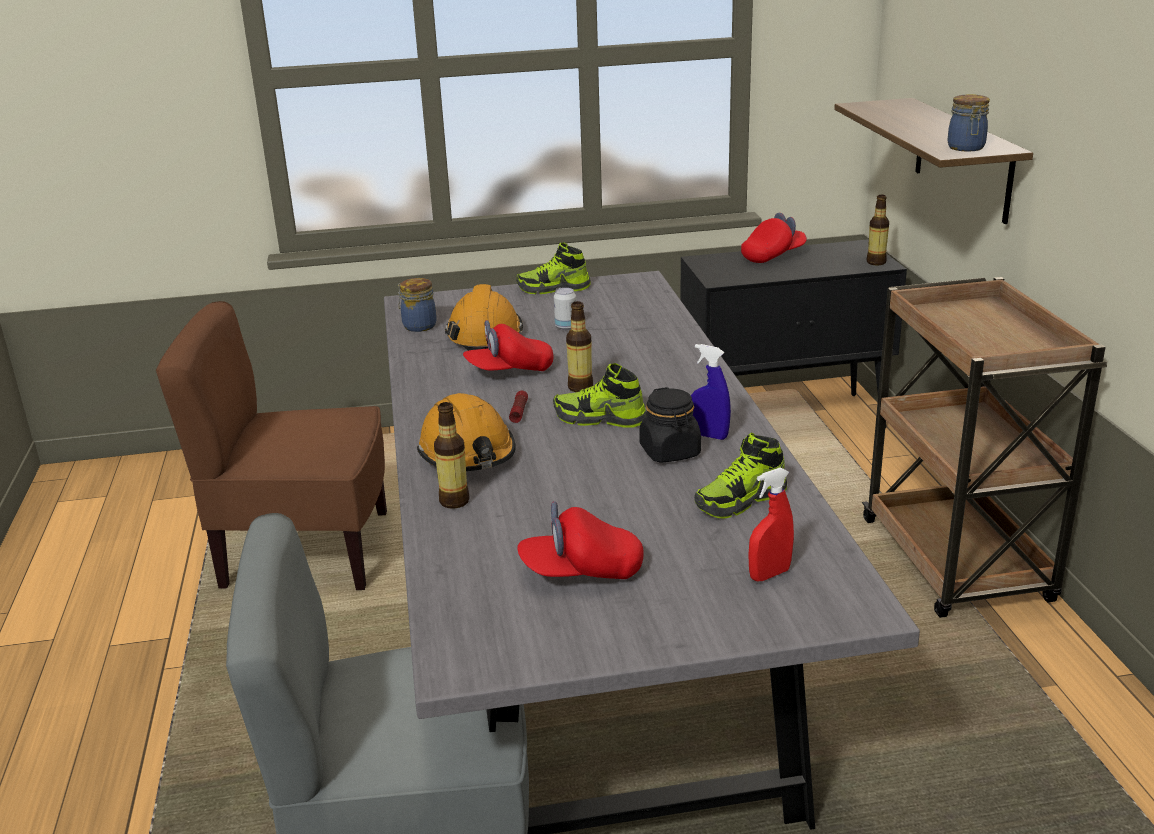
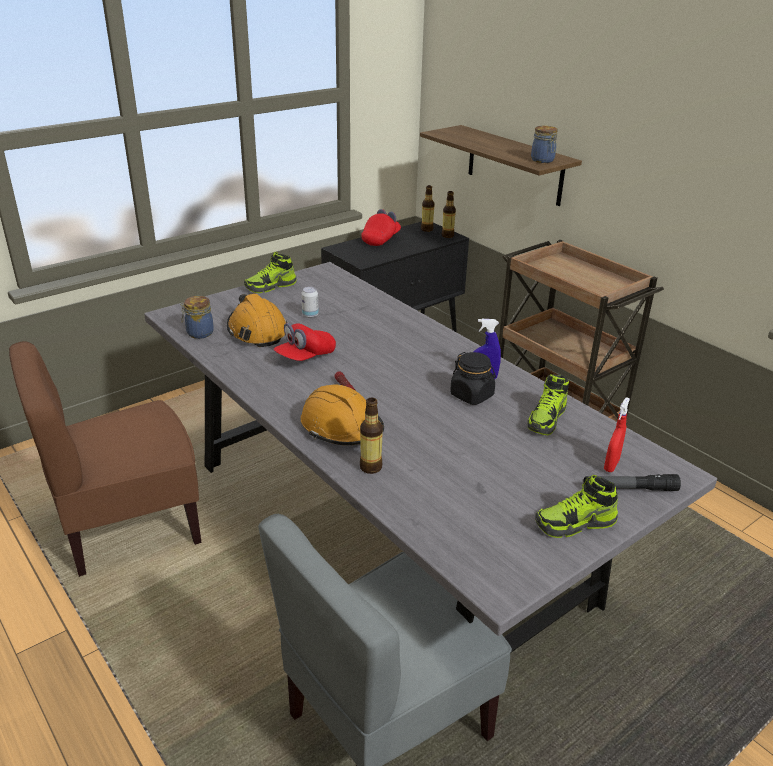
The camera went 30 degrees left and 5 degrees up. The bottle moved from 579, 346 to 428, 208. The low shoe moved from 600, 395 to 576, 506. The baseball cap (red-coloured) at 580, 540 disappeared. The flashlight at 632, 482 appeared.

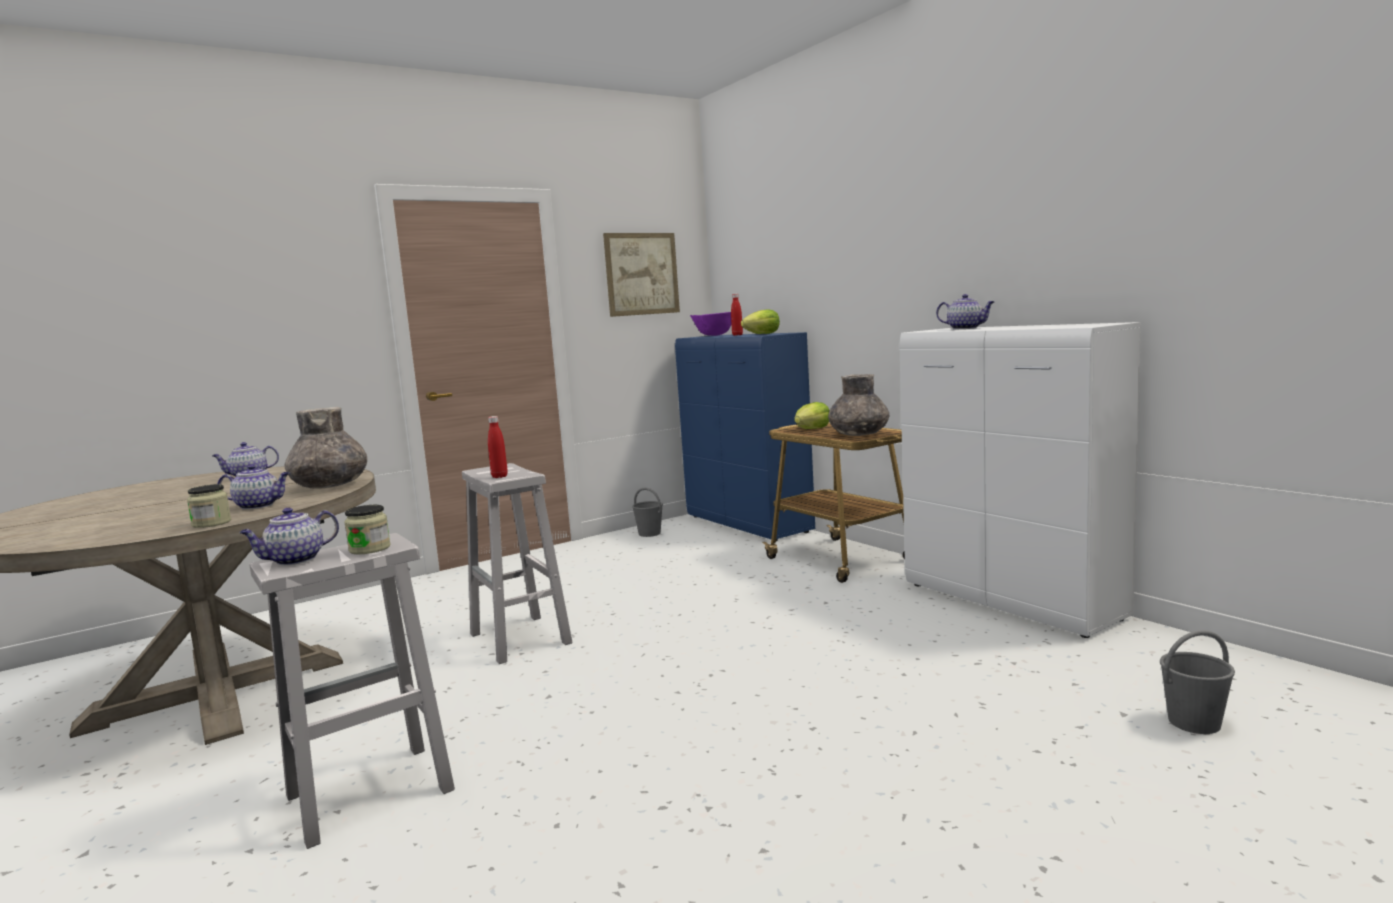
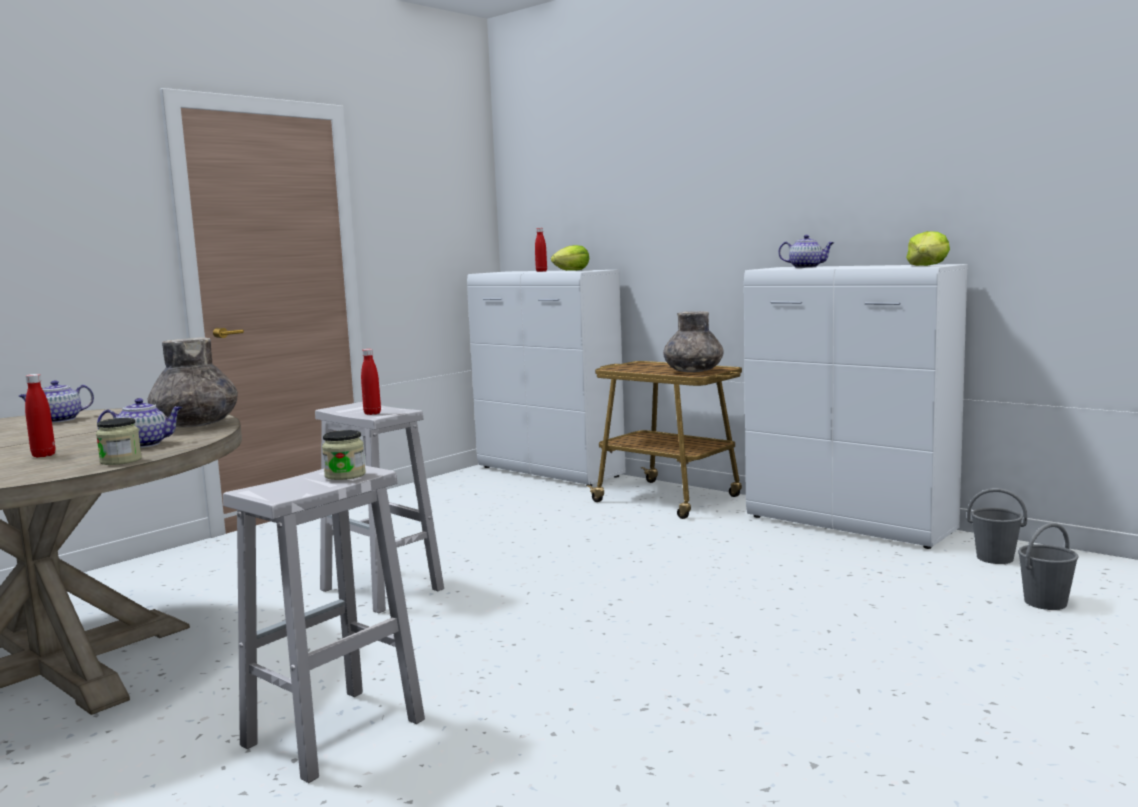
The camera went 15 degrees left and 0 degrees up. The wall picture at 641, 275 disappeared. The bowl (purplish) at 710, 324 disappeared. The storage cabinet (bluish) at 745, 436 became the storage cabinet (white-coloured) at 546, 378. The lettuce head moved from 812, 415 to 928, 248. The bucket (grey) moved from 647, 512 to 997, 526. The pot for tea at 289, 536 disappeared. The bottle (red-coloured) at 40, 415 appeared.

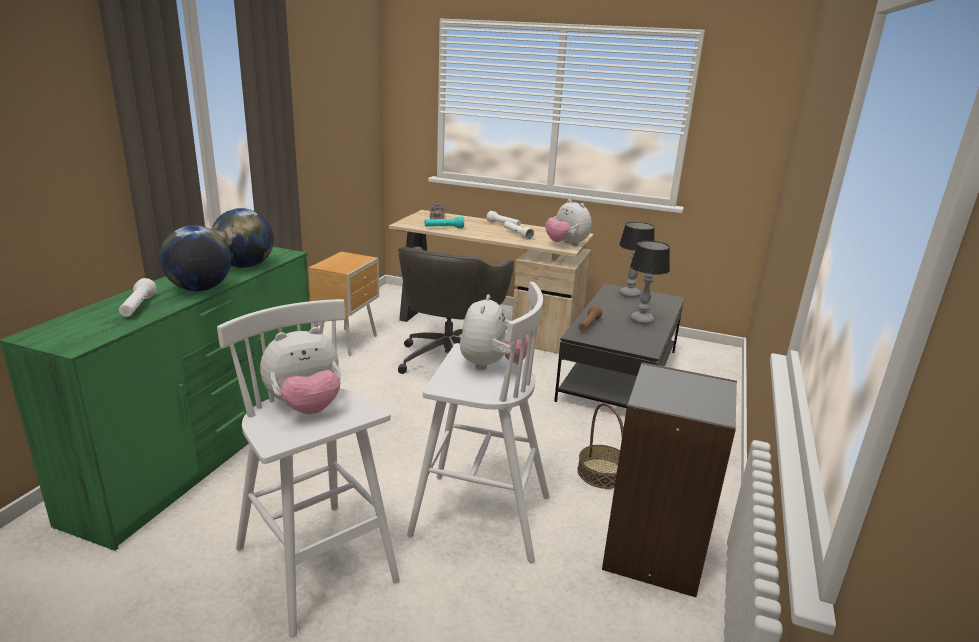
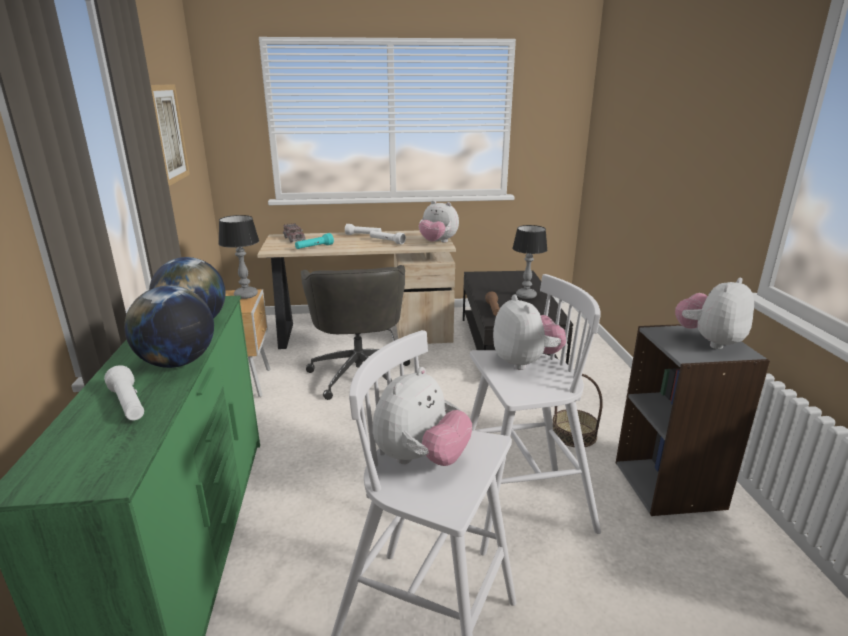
The camera went 25 degrees left and 0 degrees up. The lamp for a table moved from 637, 260 to 238, 257. The wall picture at 170, 135 appeared. The plush toy at 714, 313 appeared.

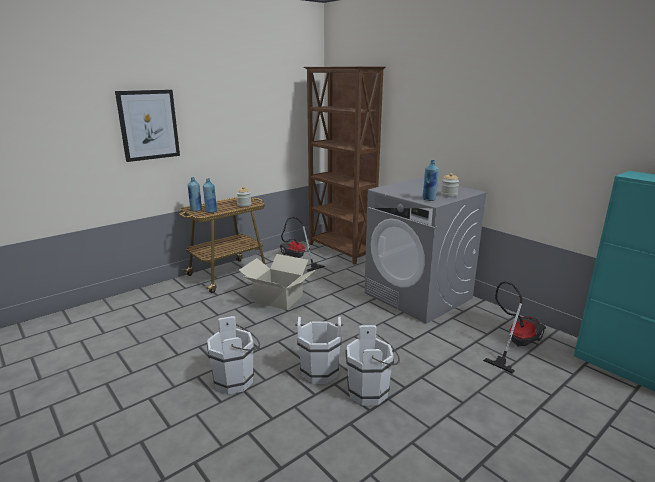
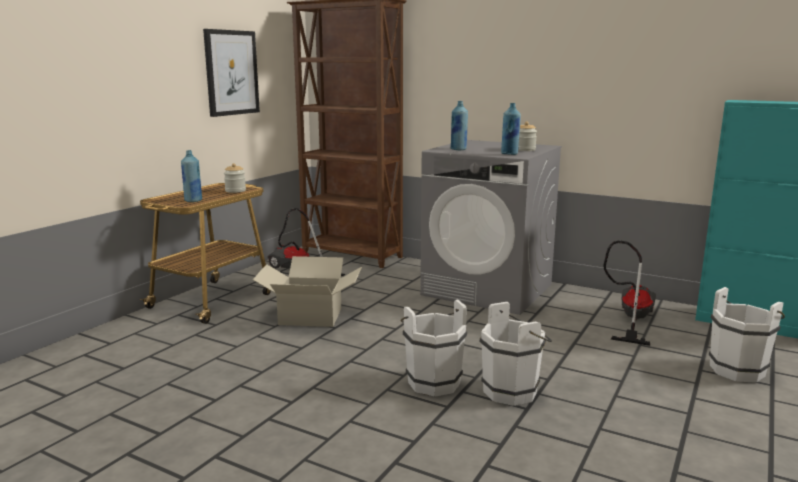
The camera went 20 degrees left and 5 degrees down. The wall picture moved from 147, 126 to 231, 73. The bottle (bluish) moved from 195, 194 to 459, 125. The bucket (white-coloured) moved from 233, 355 to 747, 334.

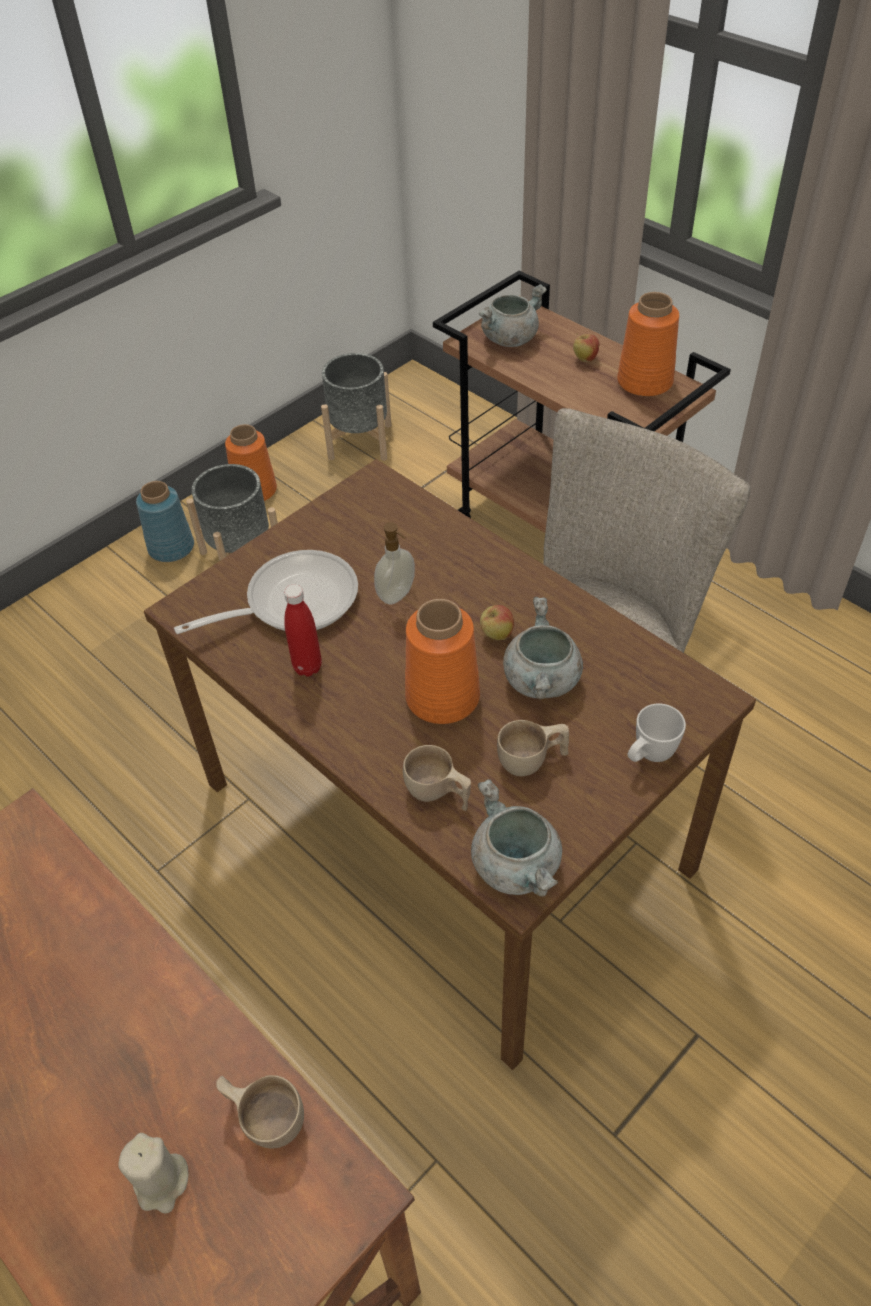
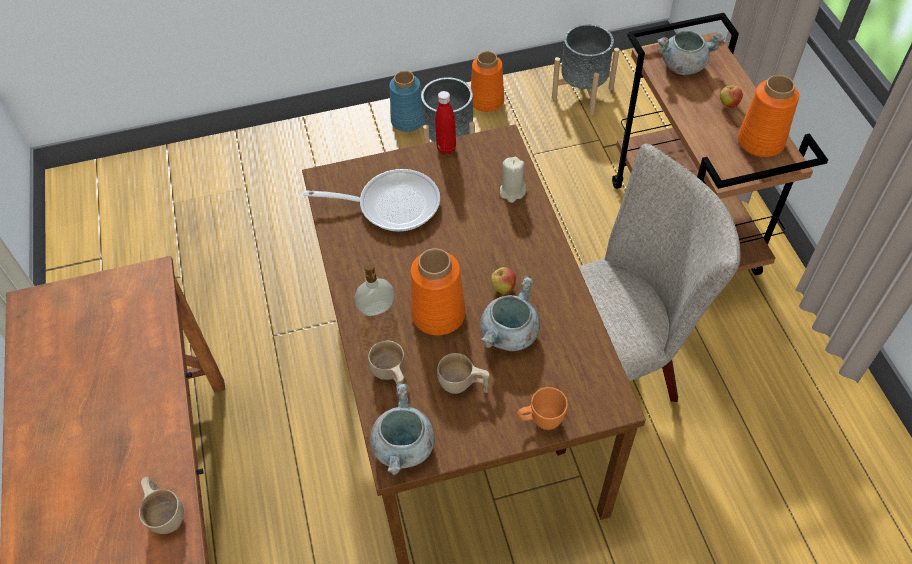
The camera went 30 degrees right and 5 degrees up. The soap bottle moved from 394, 563 to 374, 289. The bottle (red-coloured) moved from 303, 631 to 445, 123. The mug (white-coloured) at 657, 732 became the mug (orange-coloured) at 542, 408. The wax candle (sand-coloured) moved from 154, 1173 to 513, 180.

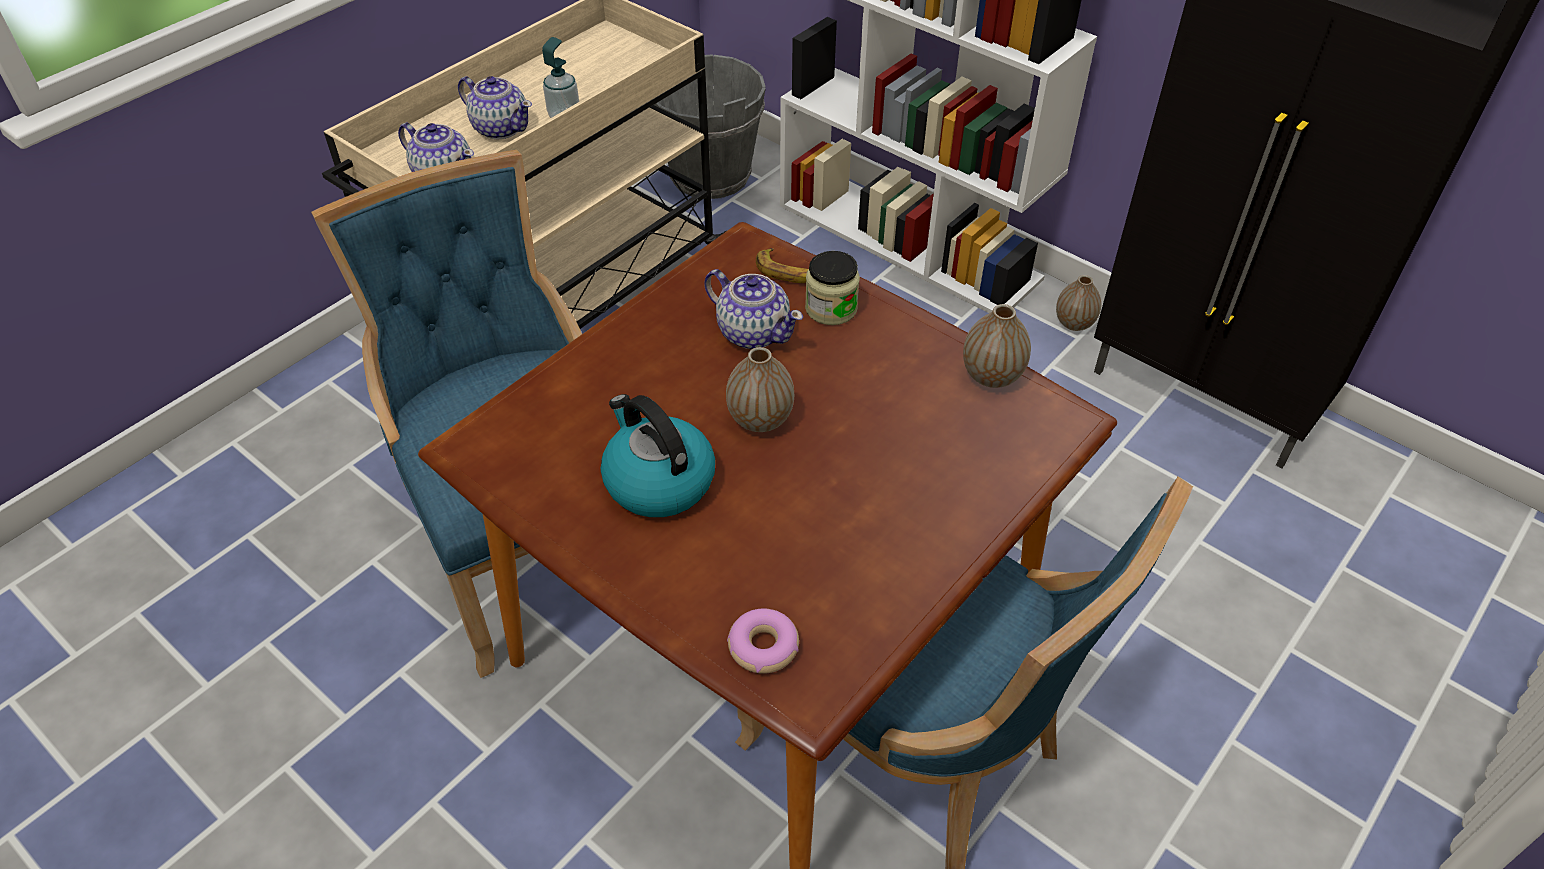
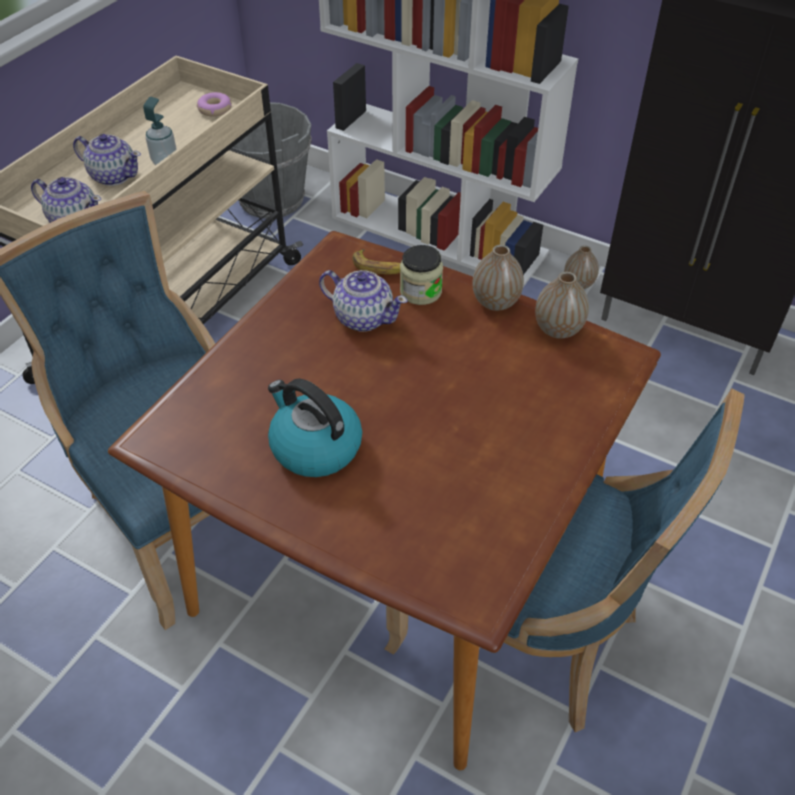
The camera went 10 degrees left and 0 degrees up. The decorative vase moved from 760, 389 to 498, 278. The doughnut moved from 763, 641 to 214, 104.

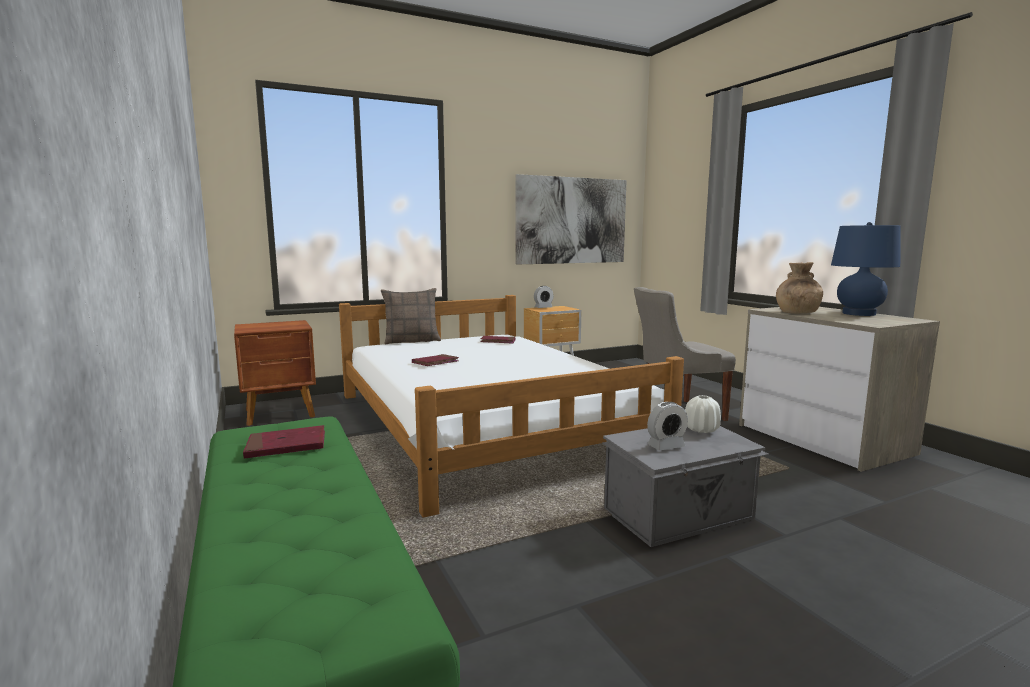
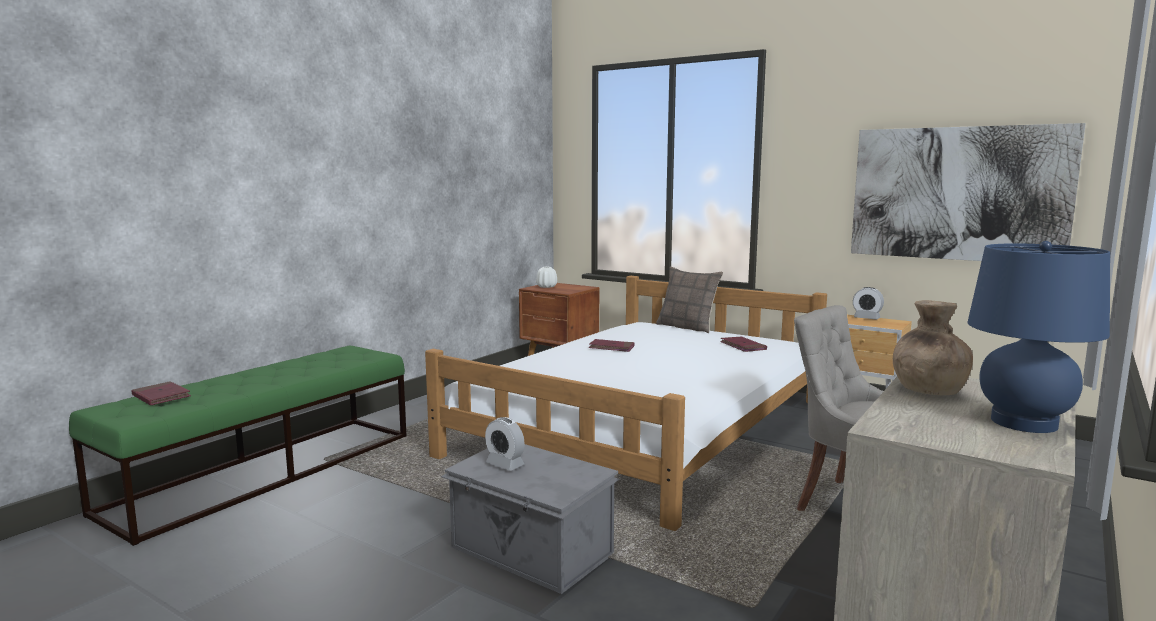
The camera went 60 degrees right and 0 degrees up. The decorative vase (white-coloured) moved from 703, 414 to 546, 277. The book (red-coloured) moved from 284, 442 to 161, 393.

